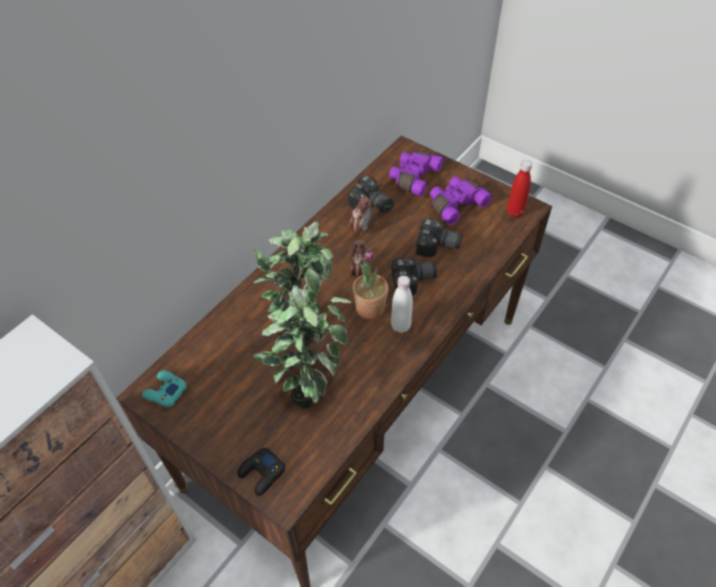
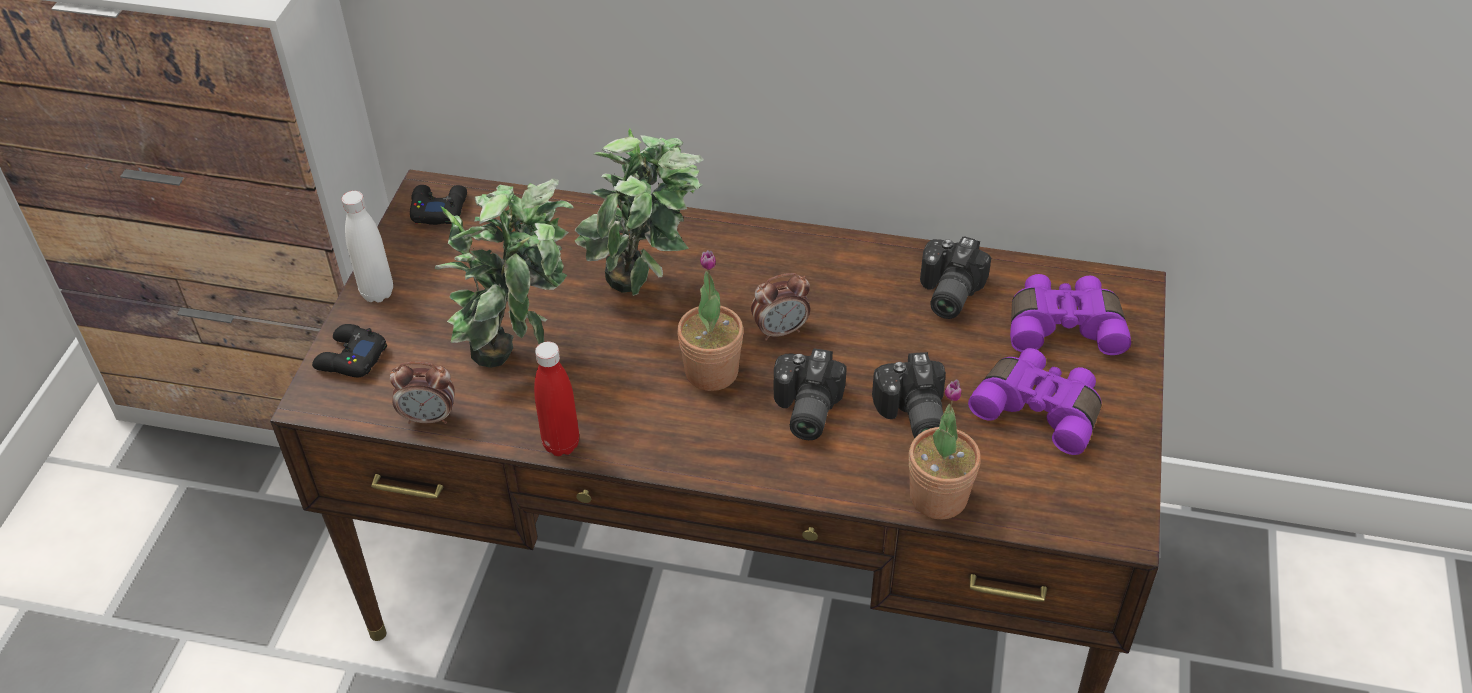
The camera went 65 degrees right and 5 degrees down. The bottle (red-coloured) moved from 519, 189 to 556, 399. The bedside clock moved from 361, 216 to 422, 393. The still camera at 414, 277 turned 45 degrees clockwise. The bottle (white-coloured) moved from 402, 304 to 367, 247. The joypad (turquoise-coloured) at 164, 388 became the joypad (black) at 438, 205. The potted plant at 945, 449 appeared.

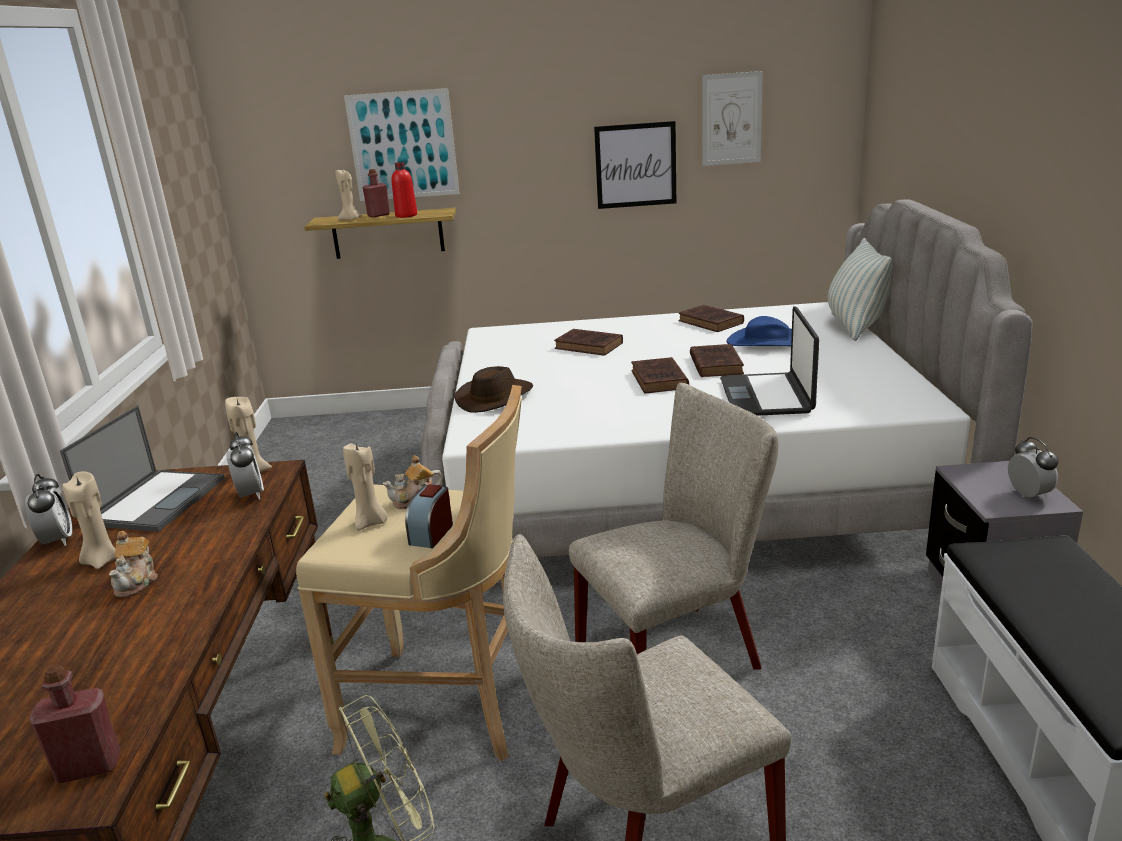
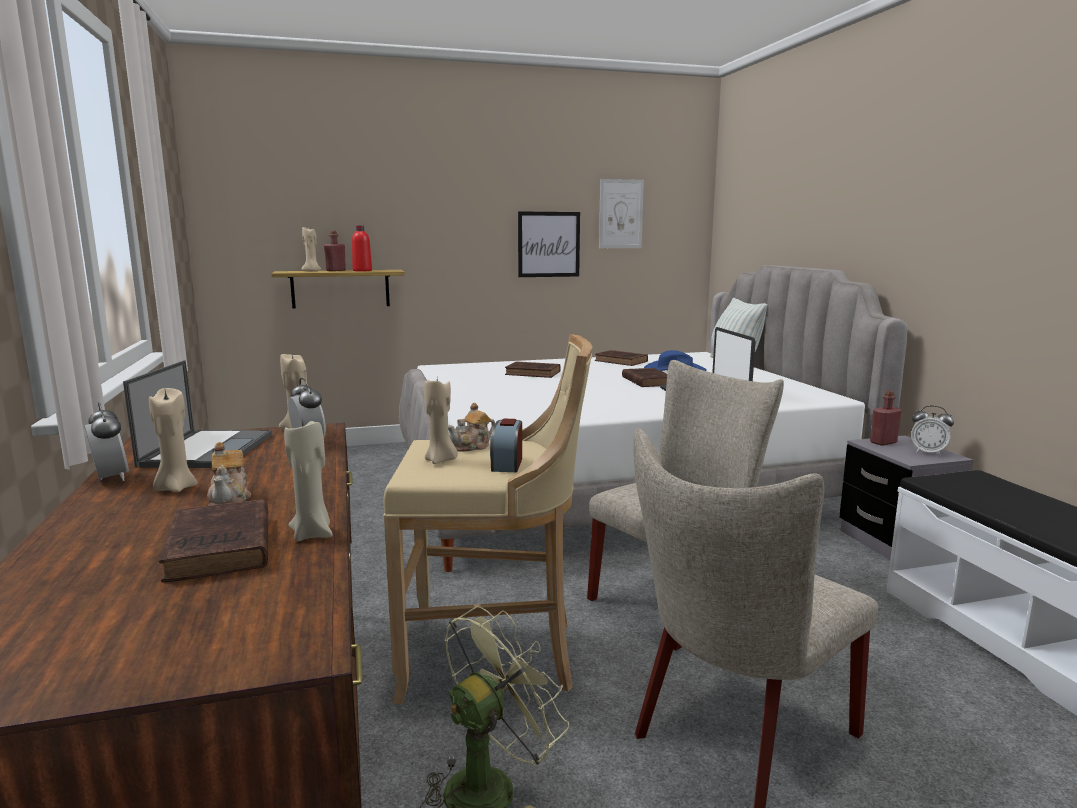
The camera went 15 degrees left and 10 degrees down. The wall picture at 402, 144 disappeared. The book (brown) moved from 660, 375 to 213, 541. The hat (brown) at 493, 389 disappeared. The bedside clock at 1033, 468 turned 150 degrees clockwise. The bottle (red-coloured) moved from 75, 723 to 885, 418. The wax candle (sand-coloured) at 308, 479 appeared.

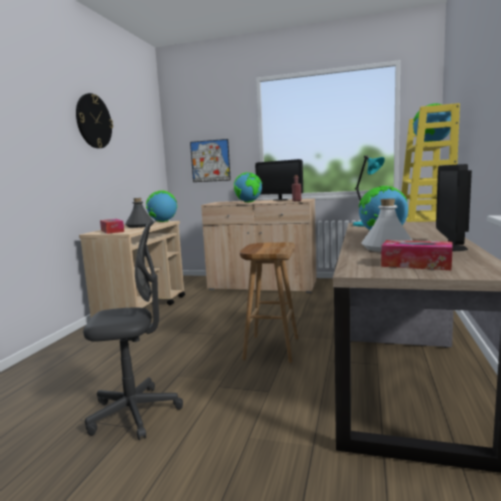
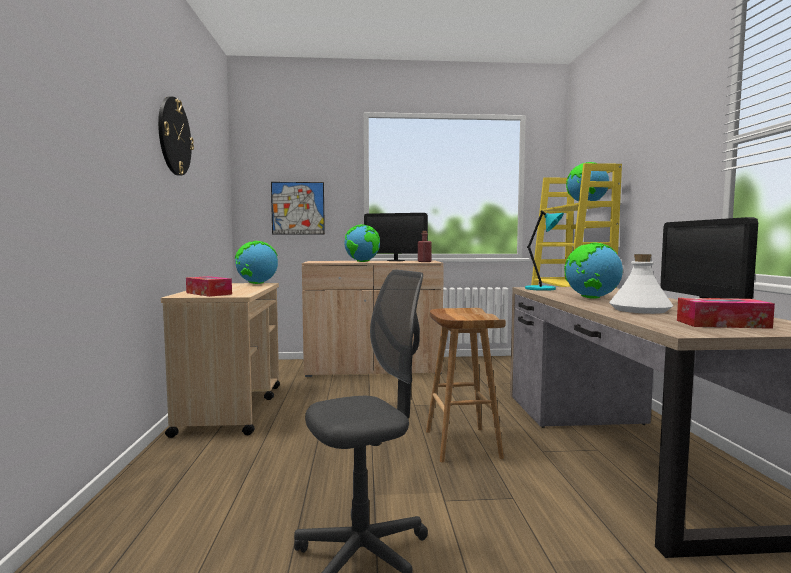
The camera went 20 degrees left and 5 degrees down. The bottle (grey) at 139, 213 disappeared.

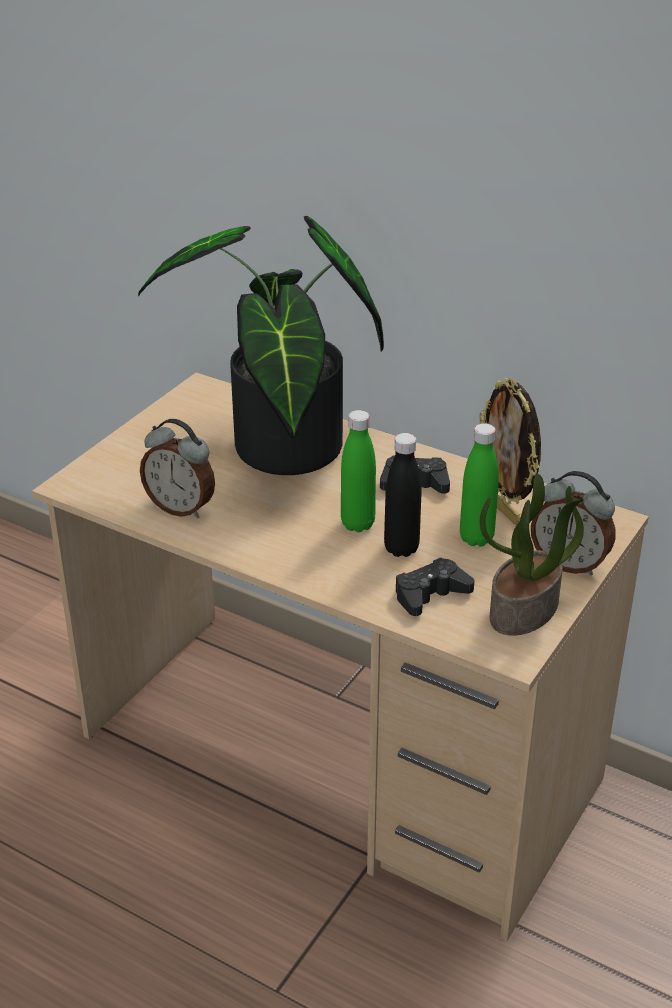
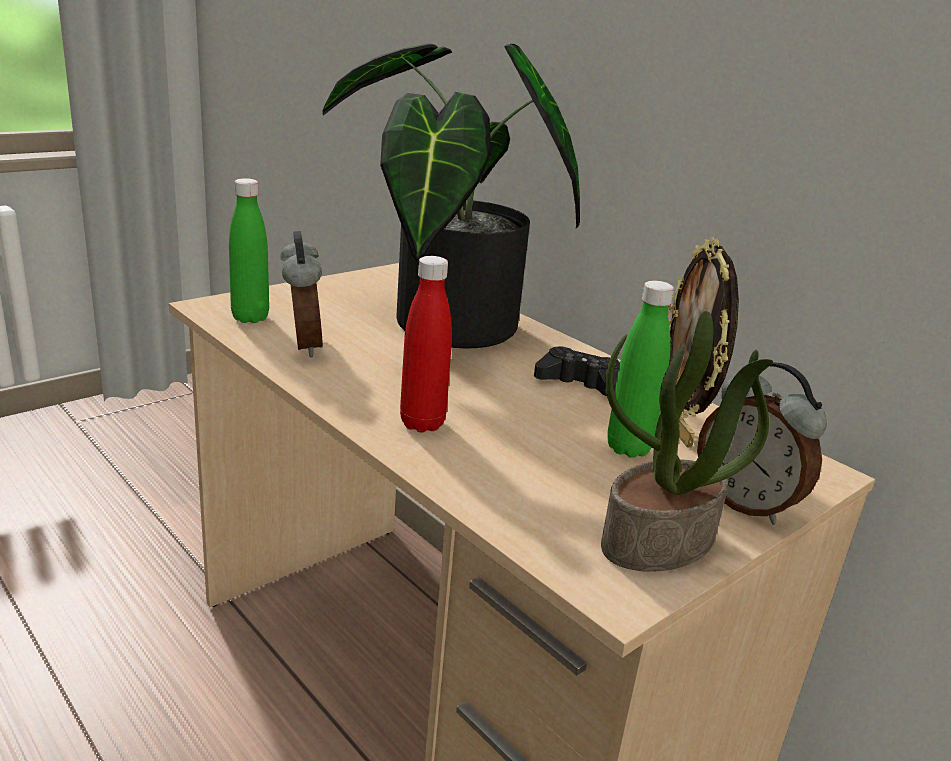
The camera went 15 degrees right and 10 degrees down. The bottle (green) moved from 358, 471 to 249, 250. The bedside clock at 177, 468 turned 150 degrees counterclockwise. The bottle (black) at 403, 495 disappeared. The joypad (black) at 435, 586 disappeared. The bottle (red-coloured) at 426, 344 appeared.

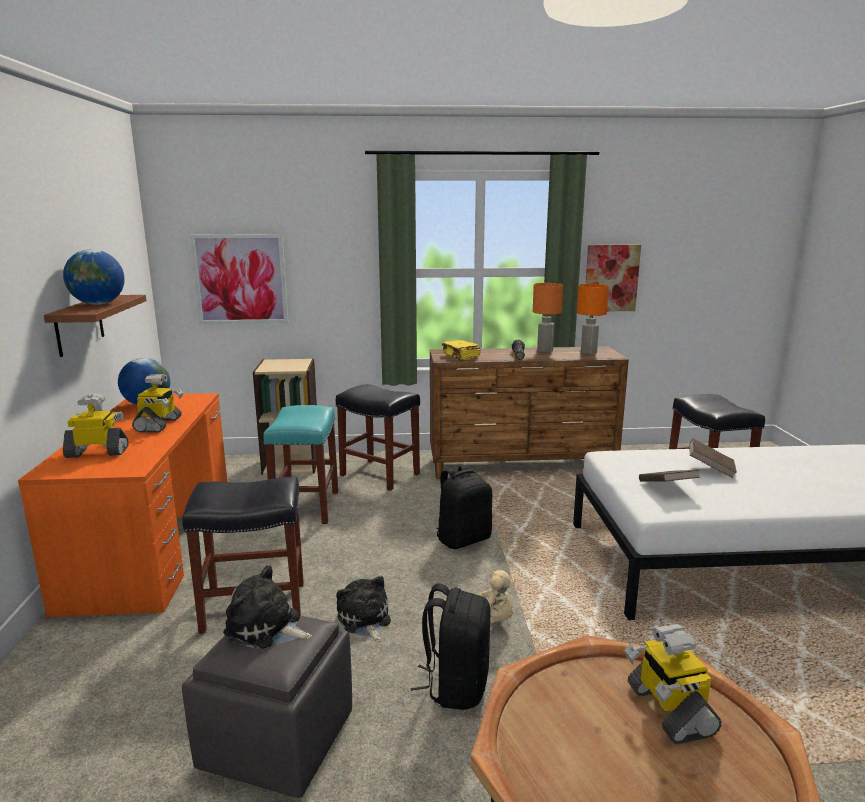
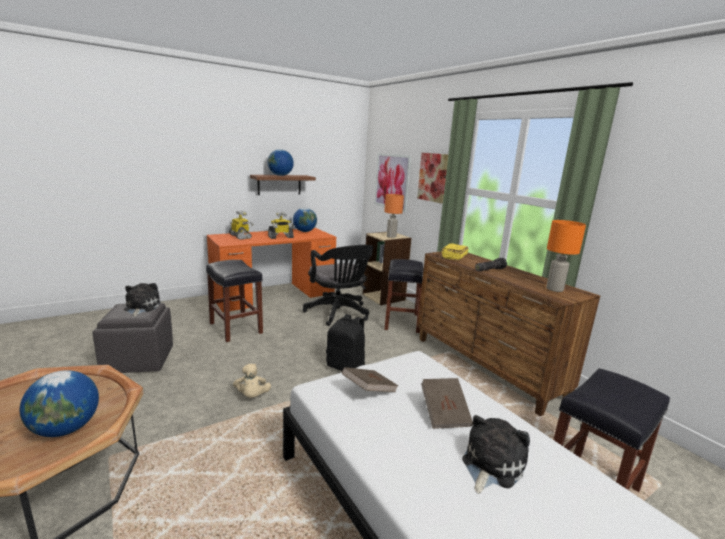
The camera went 60 degrees right and 0 degrees up. The wall picture moved from 613, 278 to 432, 178. The lamp for a table (orange-coloured) moved from 548, 317 to 394, 216. The stool seat (turquoise-coloured) at 300, 464 was replaced by the office chair (black) at 338, 285. The plush toy moved from 363, 609 to 496, 454. The rucksack (black) at 450, 647 disappeared. The model robot at 673, 684 was replaced by the world globe at 59, 403.

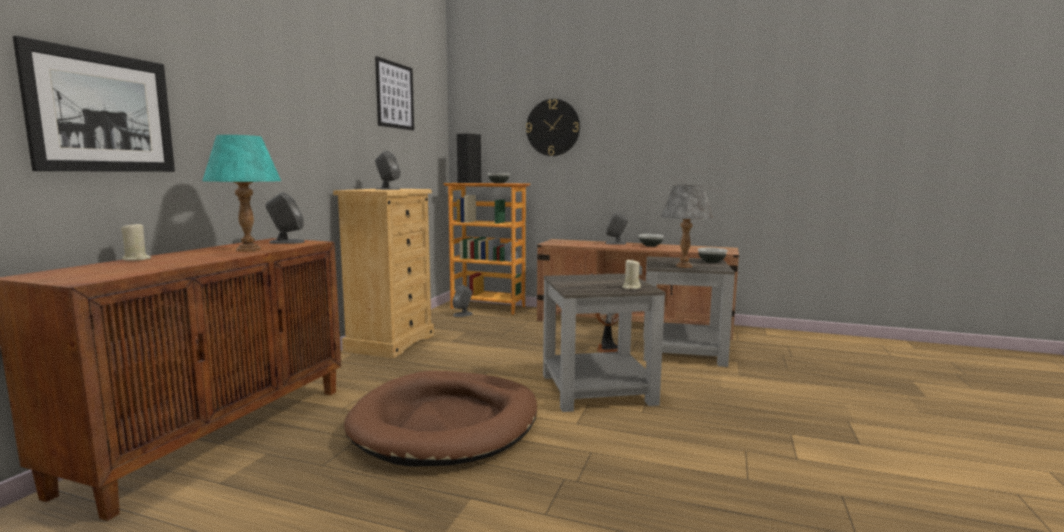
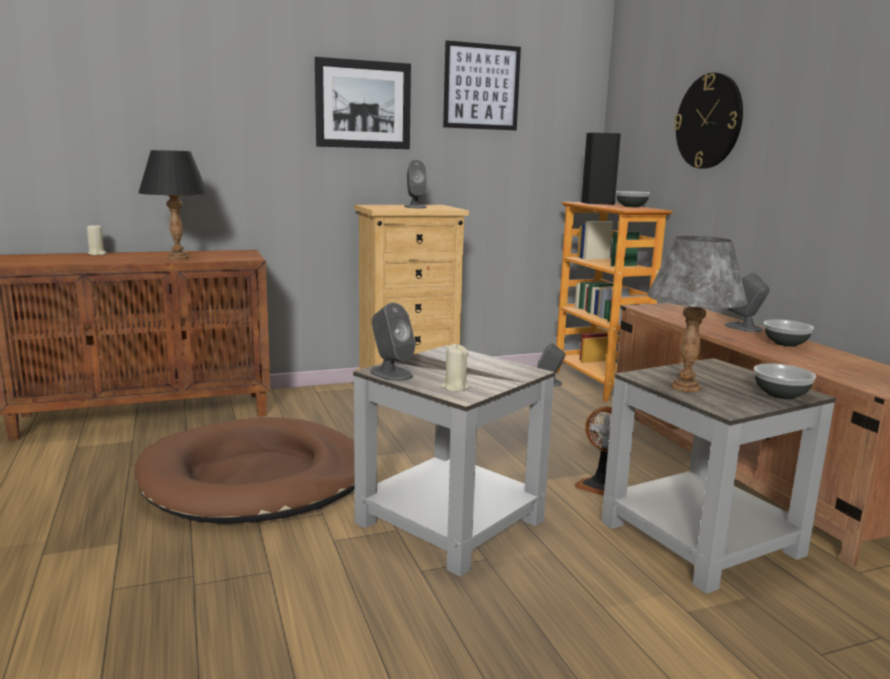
The camera went 50 degrees right and 5 degrees up. The wall picture moved from 94, 104 to 363, 103. The lamp for a table (turquoise-coloured) at 241, 193 became the lamp for a table (black) at 173, 204. The audio speaker (grey) moved from 285, 218 to 393, 342.

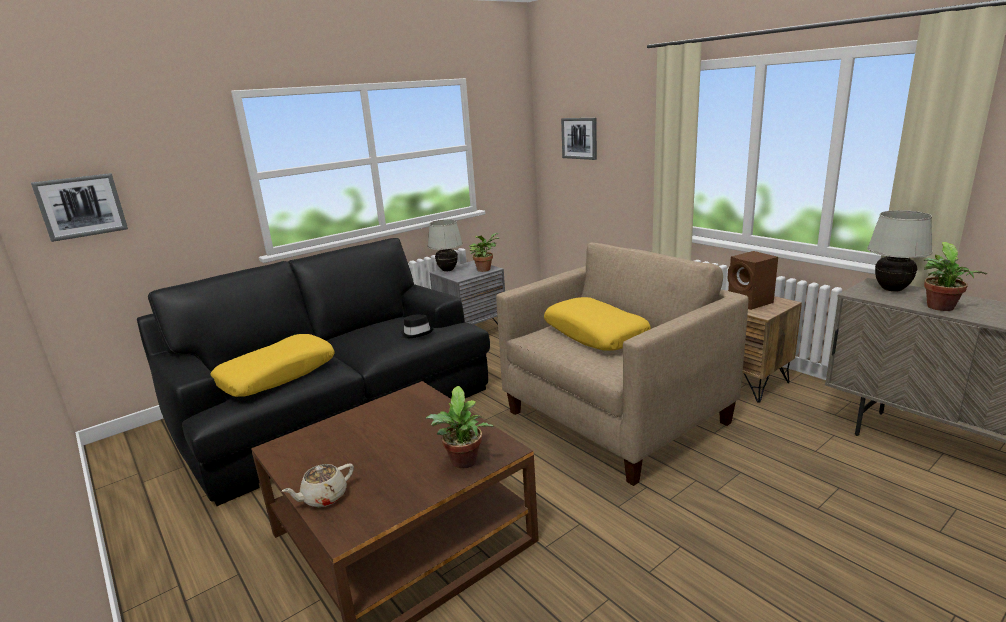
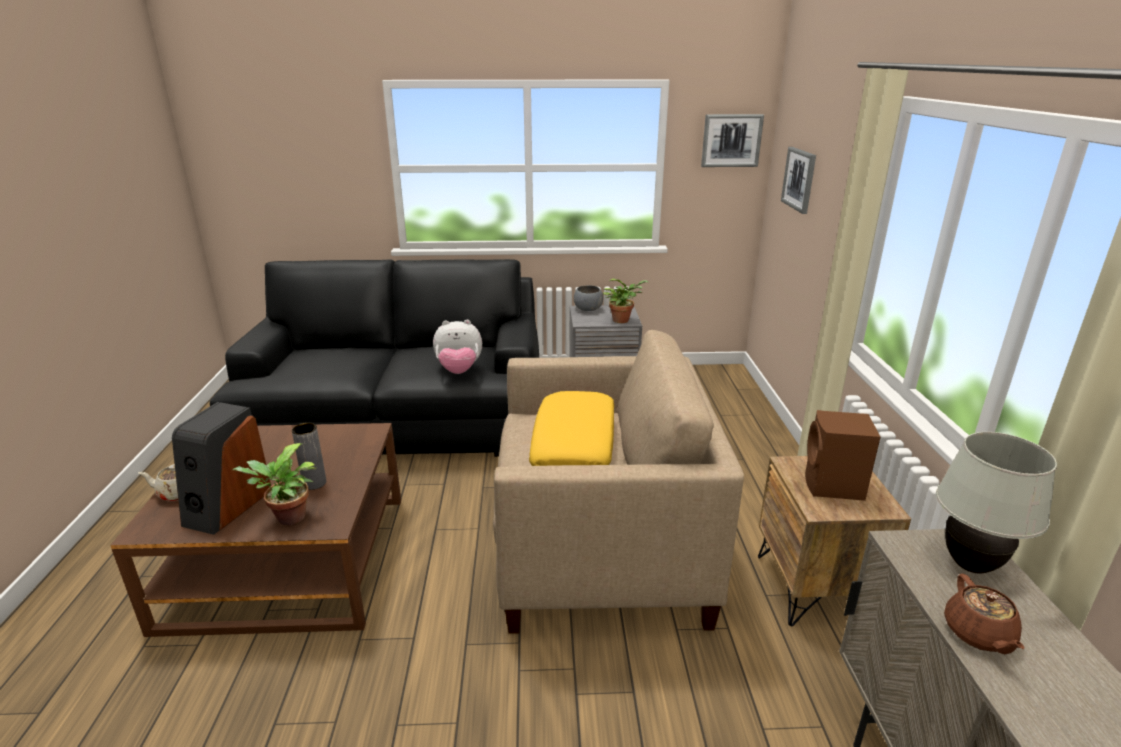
The camera went 35 degrees right and 5 degrees up. The wall picture moved from 79, 207 to 732, 140. The lamp for a table (white-coloured) at 445, 246 was replaced by the bowl (grey) at 588, 298. The potted plant at 955, 276 was replaced by the pot for tea (brown) at 984, 614. The hat (black) at 417, 326 was replaced by the plush toy at 457, 347. The cushion (yellow-coloured) at 273, 365 disappeared. The audio speaker at 221, 468 appeared. The decorative vase (grey) at 309, 456 appeared.

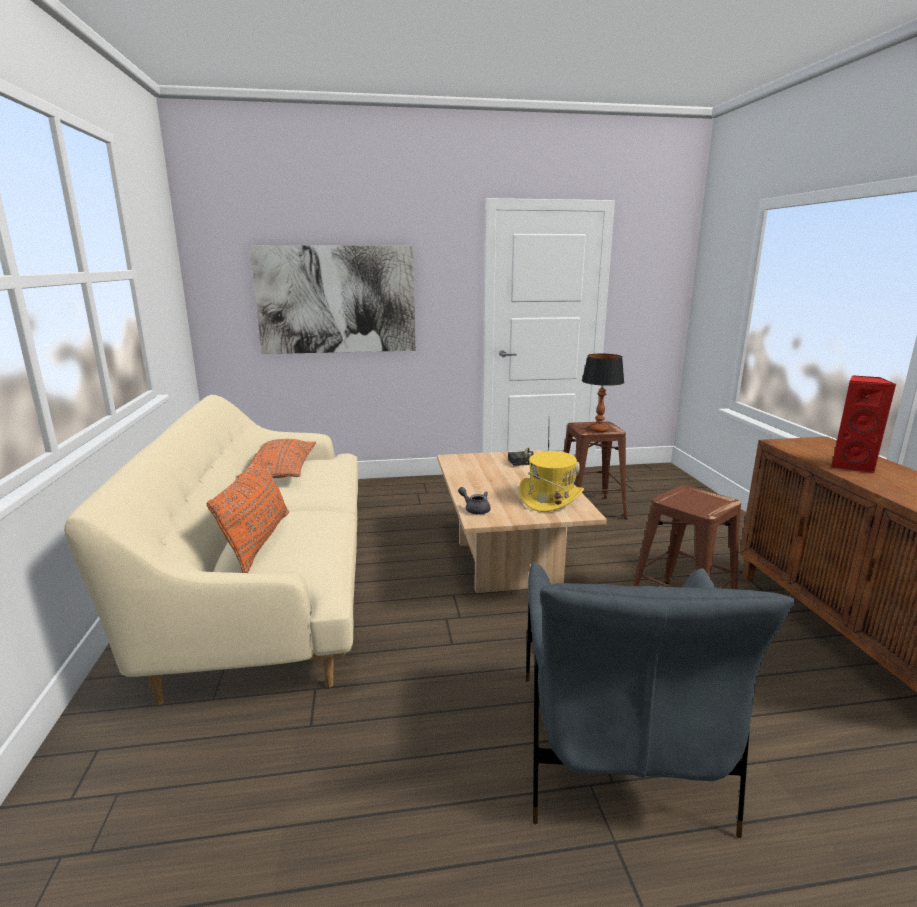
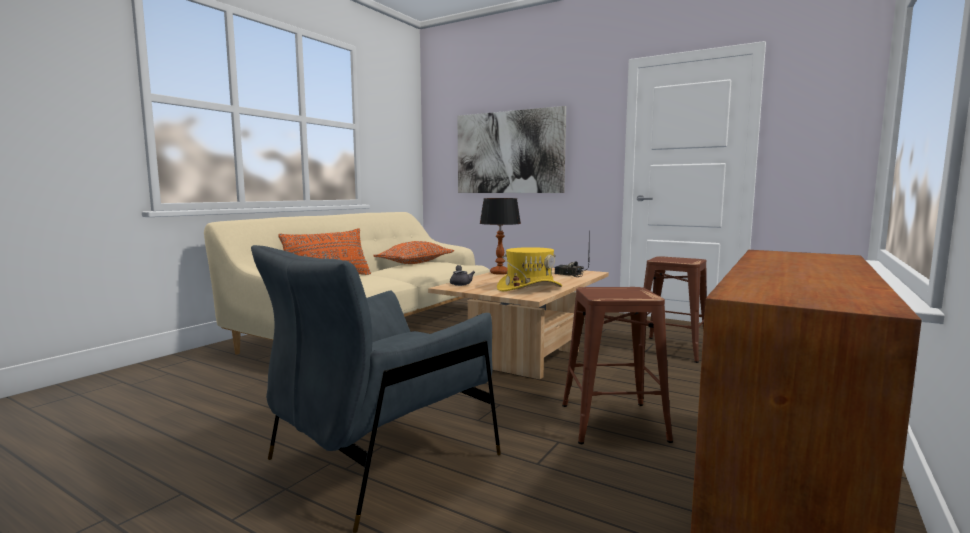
The camera went 40 degrees right and 10 degrees down. The lamp for a table moved from 603, 393 to 500, 236. The audio speaker (red-coloured) at 863, 424 disappeared.

